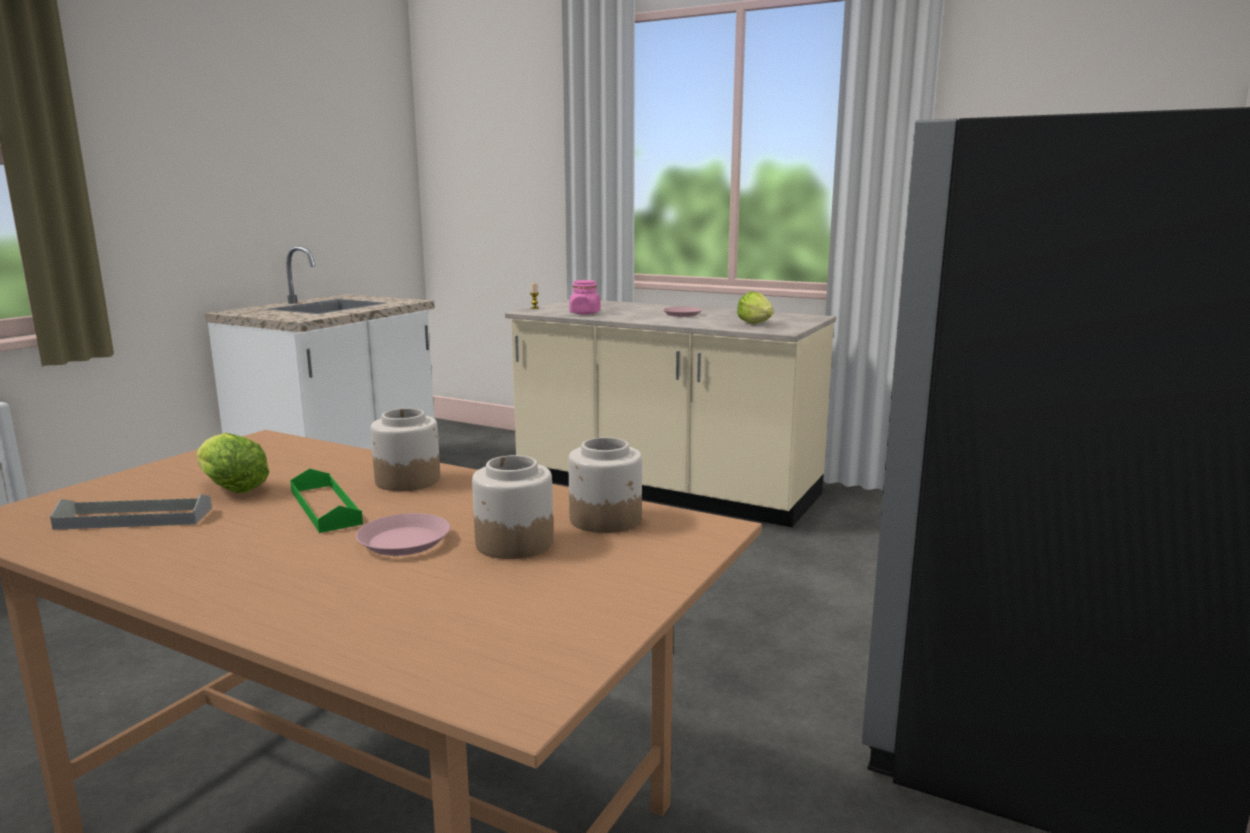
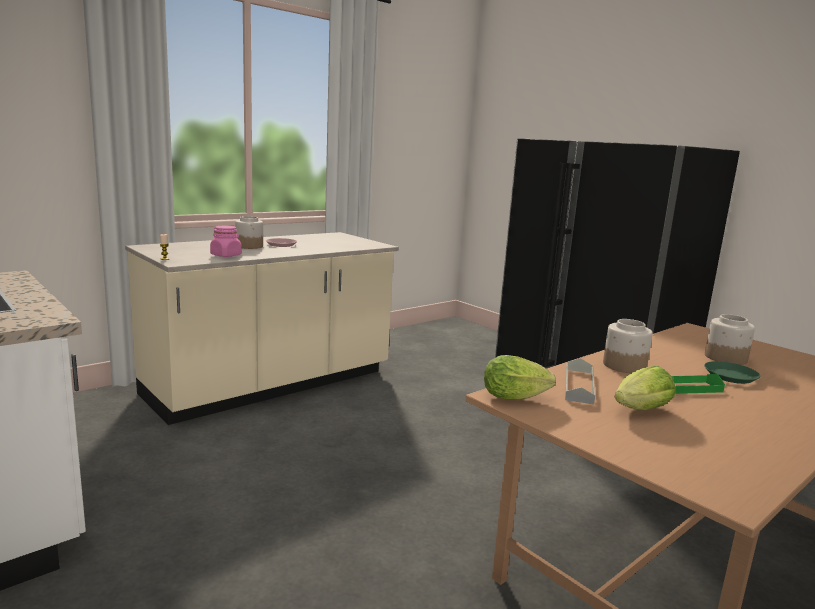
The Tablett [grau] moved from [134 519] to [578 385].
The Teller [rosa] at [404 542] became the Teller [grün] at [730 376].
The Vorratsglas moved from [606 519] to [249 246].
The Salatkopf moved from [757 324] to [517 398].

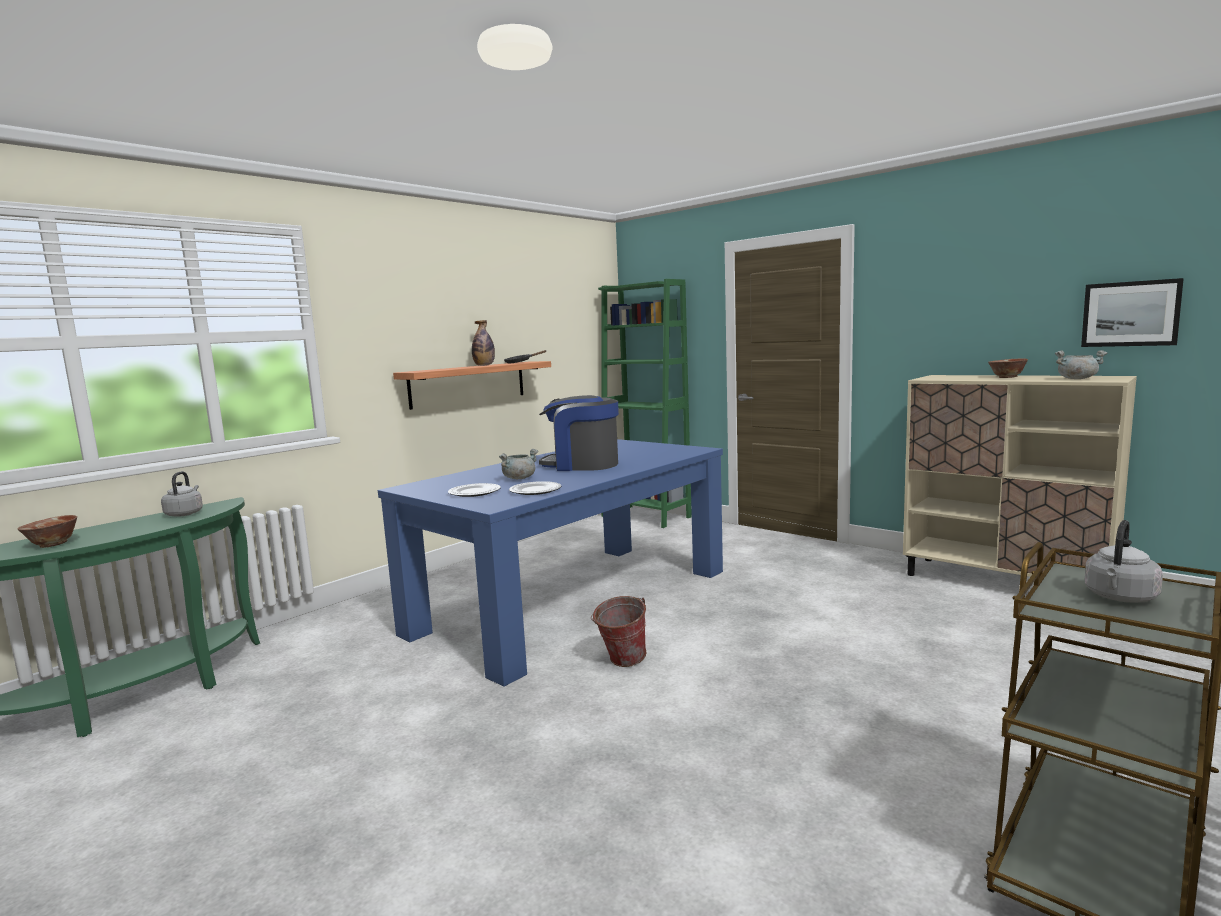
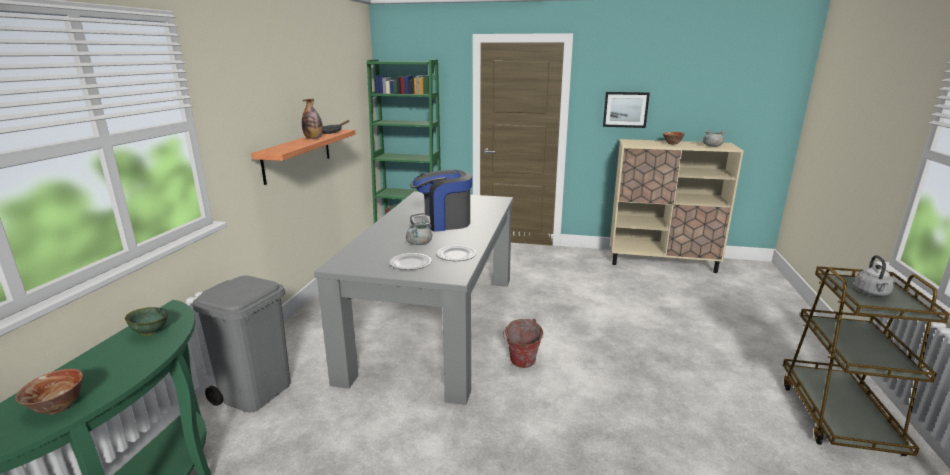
The Wasserkessel [grau] at [185 513] was replaced by the Schüssel [grün] at [150 332].
The Esstisch [blau] at [574 601] became the Esstisch [grau] at [436 323].
The Bild moved from [1130 314] to [625 109].
The Mülleimer [grau] at [256 391] appeared.

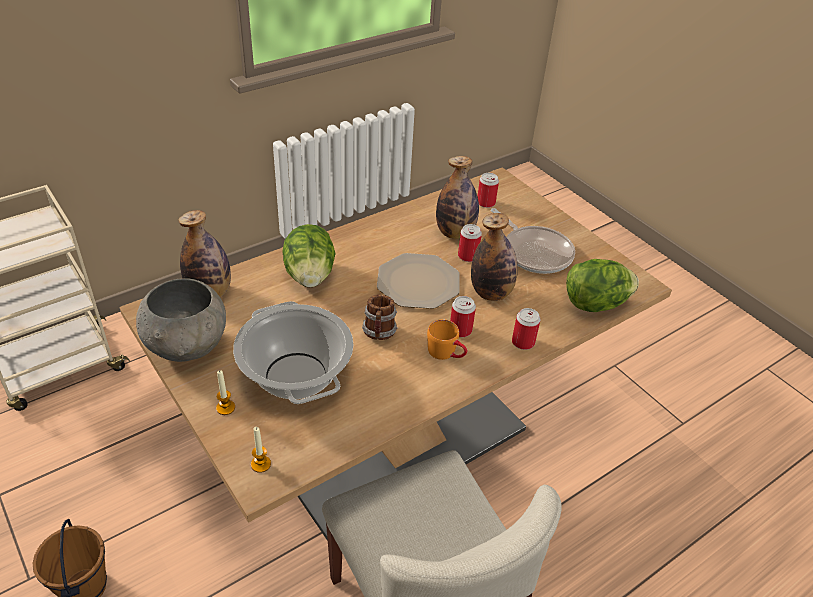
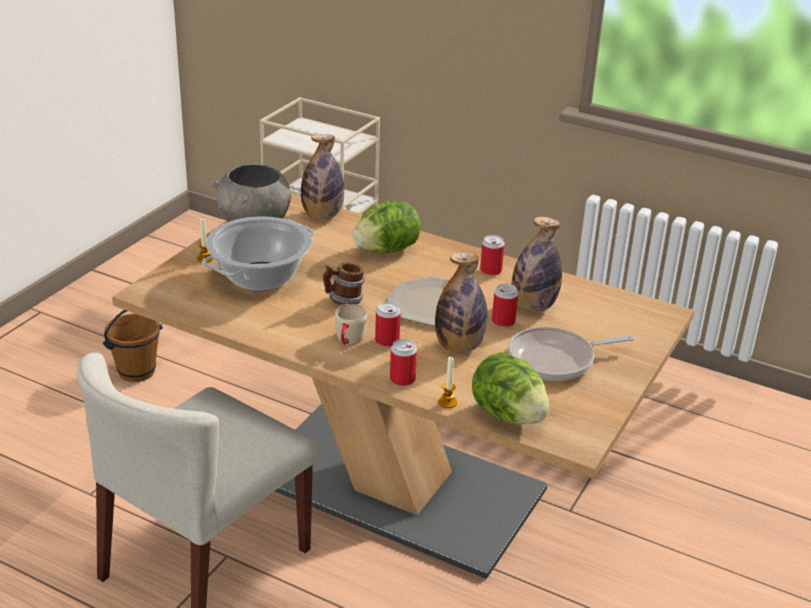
The Kerze moved from [261 464] to [447 402].
The Henkelbecher [orange] at [447 353] became the Henkelbecher [beige] at [349 340].
The Dose moved from [486 203] to [490 271].
The Pfanne at [534 252] turned 45 degrees clockwise.

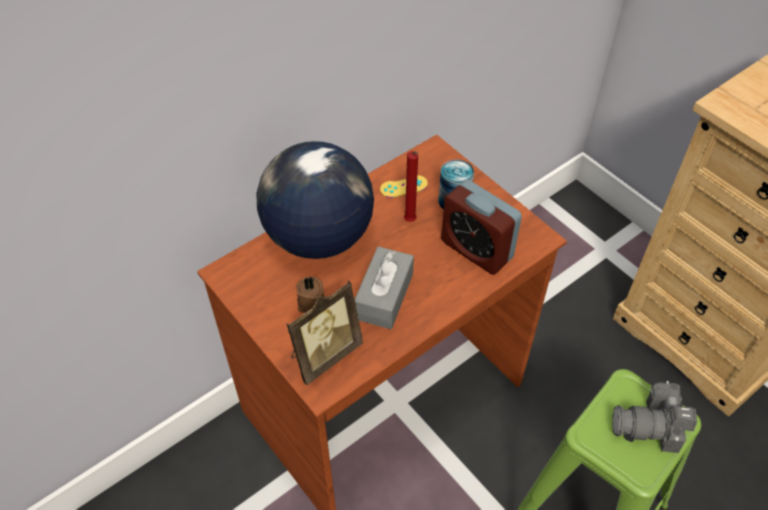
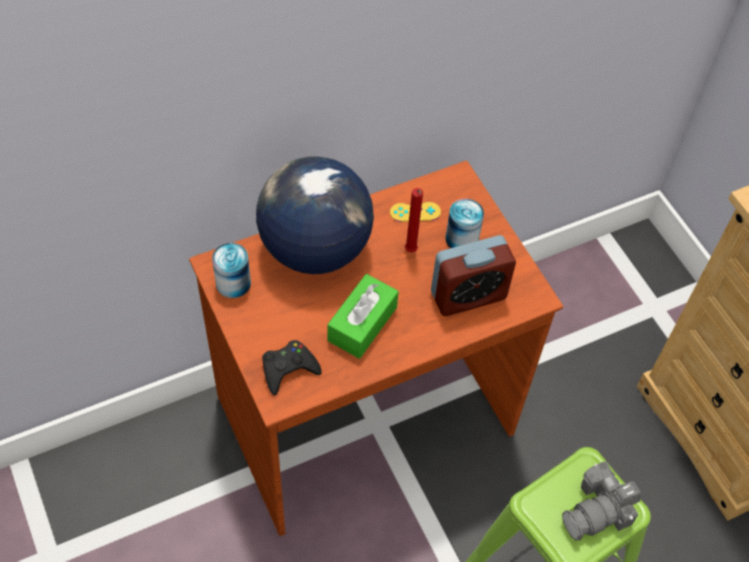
The Bilderrahmen at [324 354] was replaced by the Gamepad [schwarz] at [288 369].
The Kerze [braun] at [312 304] disappeared.
The Taschentuchbox [grau] at [384 296] became the Taschentuchbox [grün] at [362 324].
The Wecker at [476 249] turned 75 degrees counterclockwise.
The Kamera at [651 427] turned 45 degrees counterclockwise.
The Dose at [233 283] appeared.

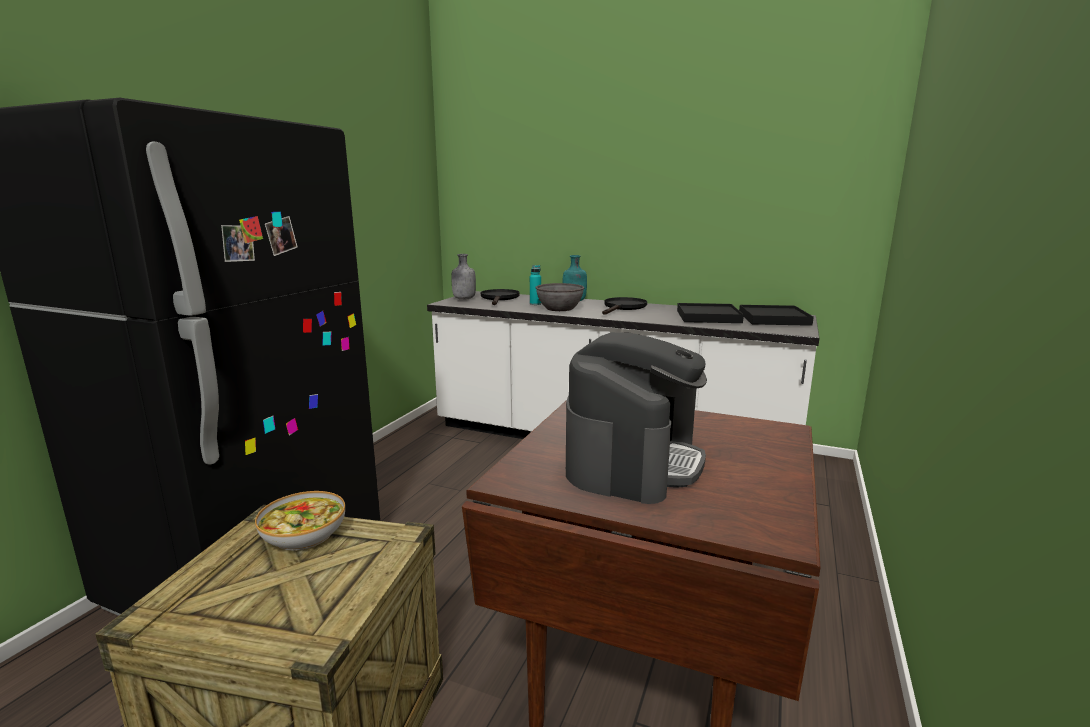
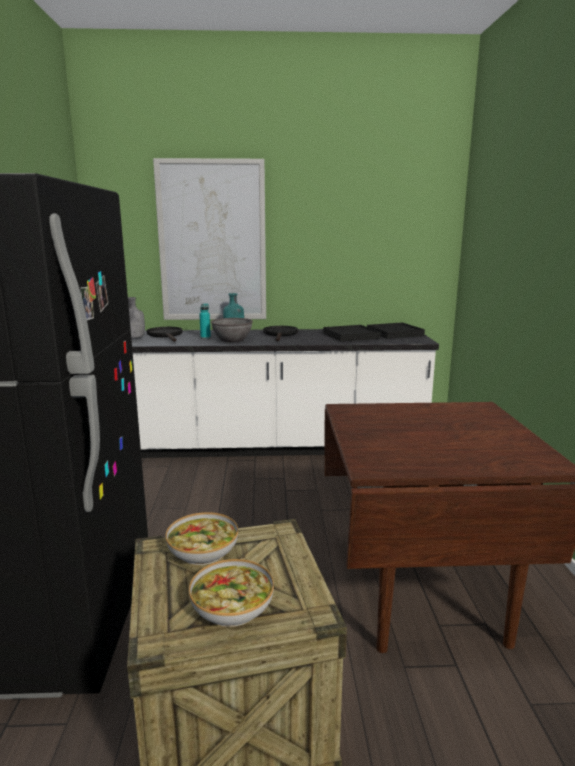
The Kaffeemaschine at [633 461] disappeared.
The Bild at [212 242] appeared.
The Schüssel at [232 606] appeared.

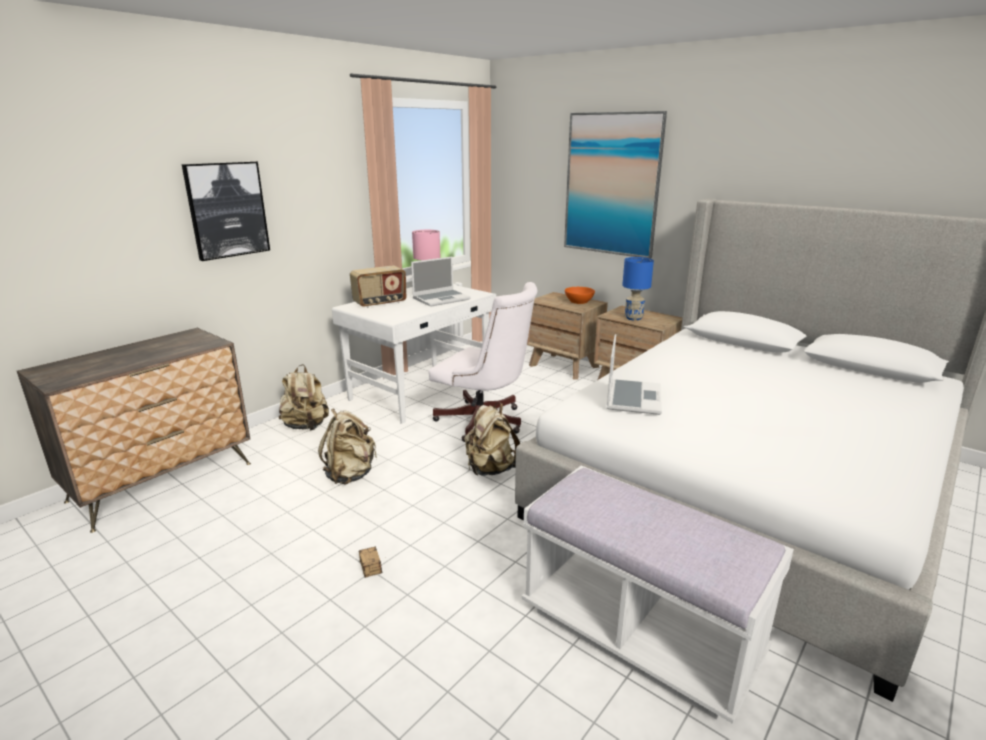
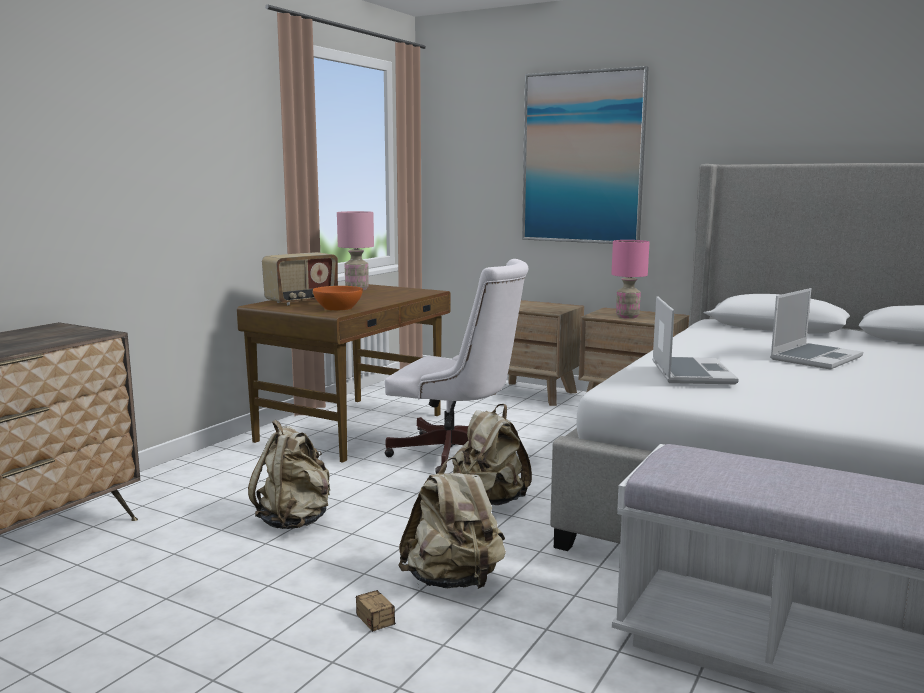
The Bild at [227 210] disappeared.
The Rucksack [beige] moved from [306 426] to [453 581].
The Schreibtisch [weiß] at [422 391] became the Schreibtisch [braun] at [353 427].
The Laptop moved from [441 299] to [815 358].
The Schüssel [orange] moved from [578 301] to [338 308].
The Tischlampe [blau] at [633 318] became the Tischlampe [rosa] at [627 317].

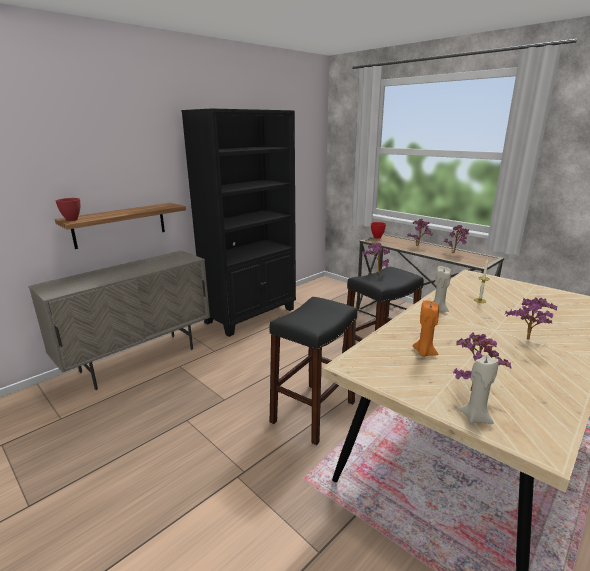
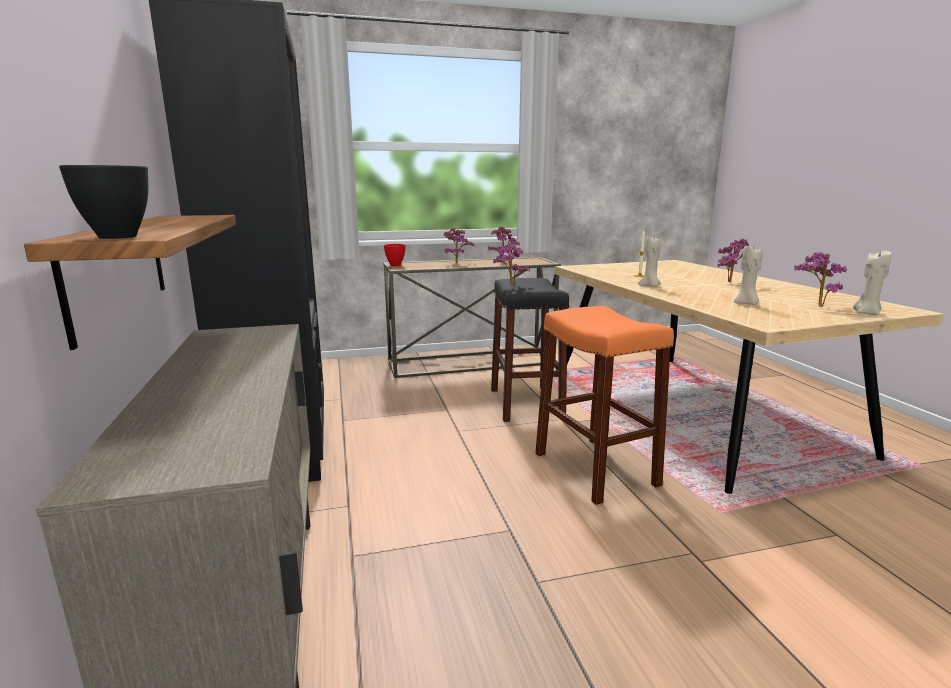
The Schüssel [rot] at [71 220] became the Schüssel [schwarz] at [116 237].
The Hocker [schwarz] at [313 411] became the Hocker [orange] at [595 469].
The Kerze [orange] at [424 353] became the Kerze [beige] at [746 304].

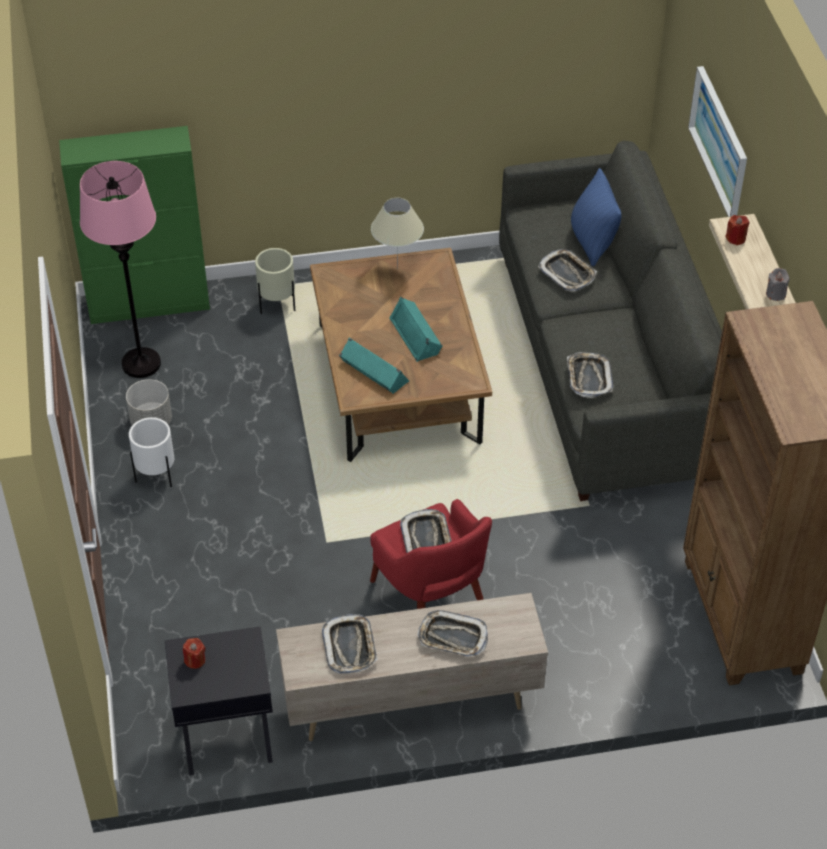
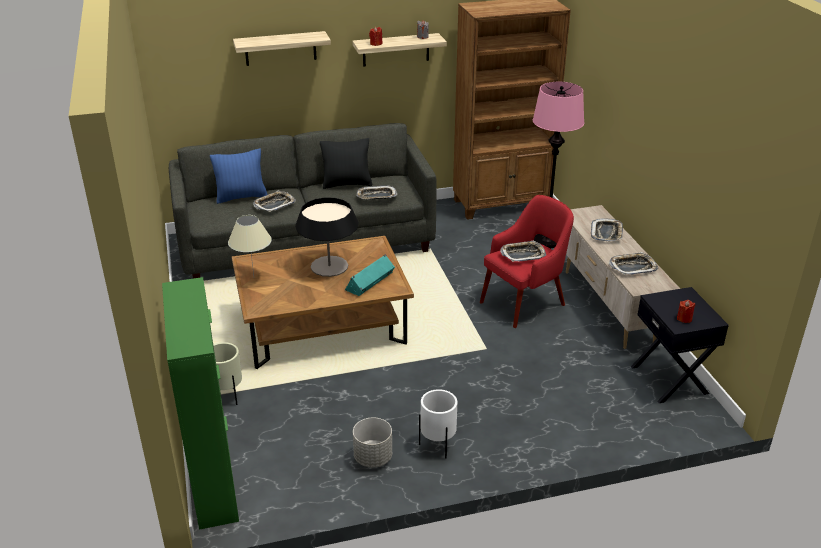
The Stehlampe [rosa] moved from [141 363] to [546 241].
The Lautsprecher [türkis] at [416 335] was replaced by the Tischlampe at [329 266].
The Bild at [719 142] was replaced by the Wandregal at [280 48].
The Kissen [schwarz] at [347 184] appeared.

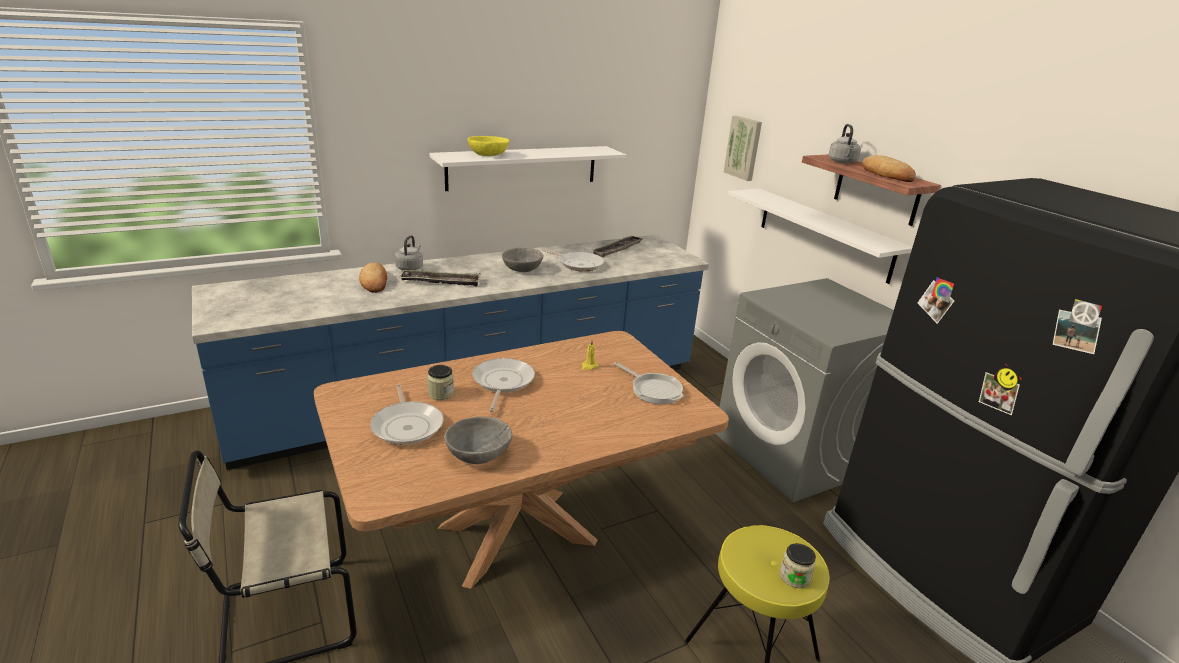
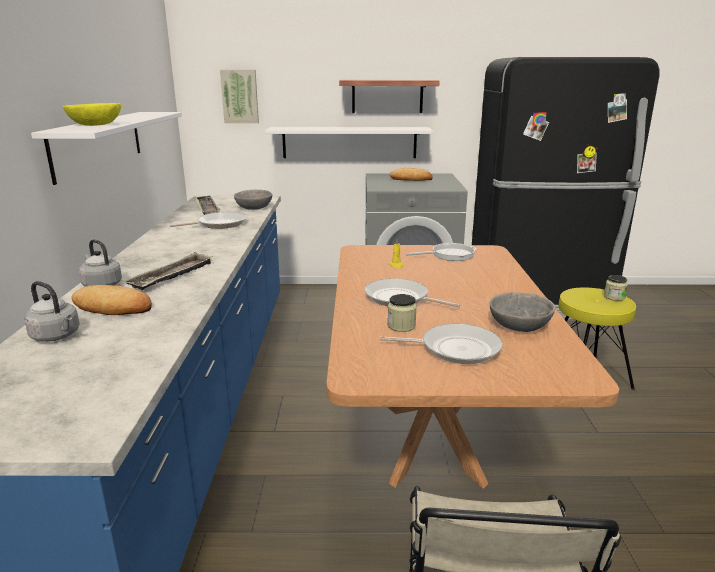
The Schüssel [grau] moved from [522 269] to [254 208].
The Wasserkessel [grau] moved from [842 162] to [57 336].
The Brot moved from [886 174] to [411 179].

